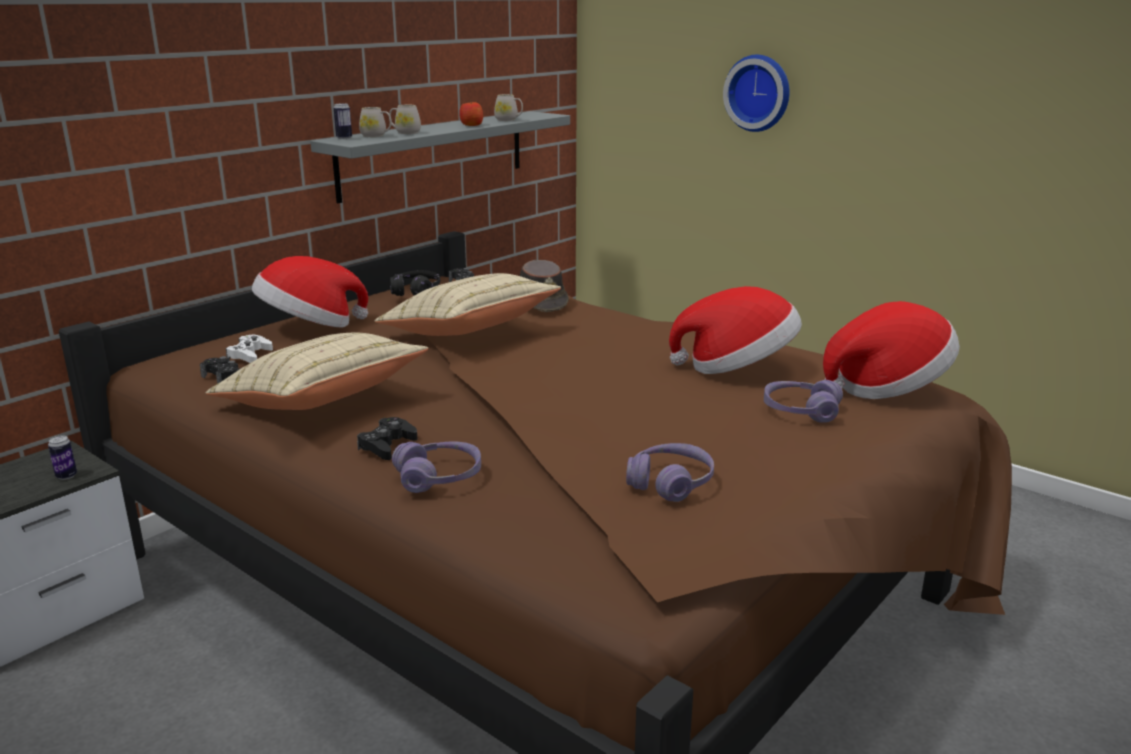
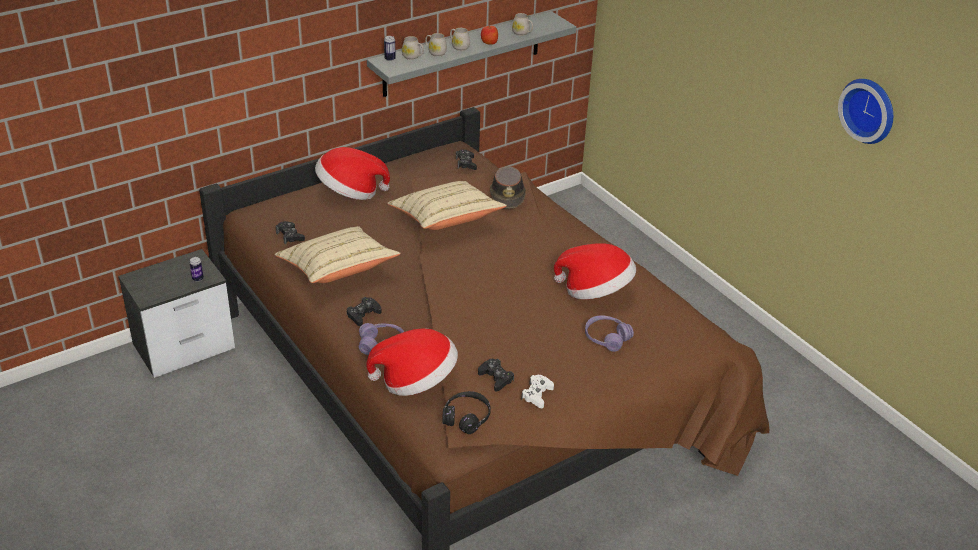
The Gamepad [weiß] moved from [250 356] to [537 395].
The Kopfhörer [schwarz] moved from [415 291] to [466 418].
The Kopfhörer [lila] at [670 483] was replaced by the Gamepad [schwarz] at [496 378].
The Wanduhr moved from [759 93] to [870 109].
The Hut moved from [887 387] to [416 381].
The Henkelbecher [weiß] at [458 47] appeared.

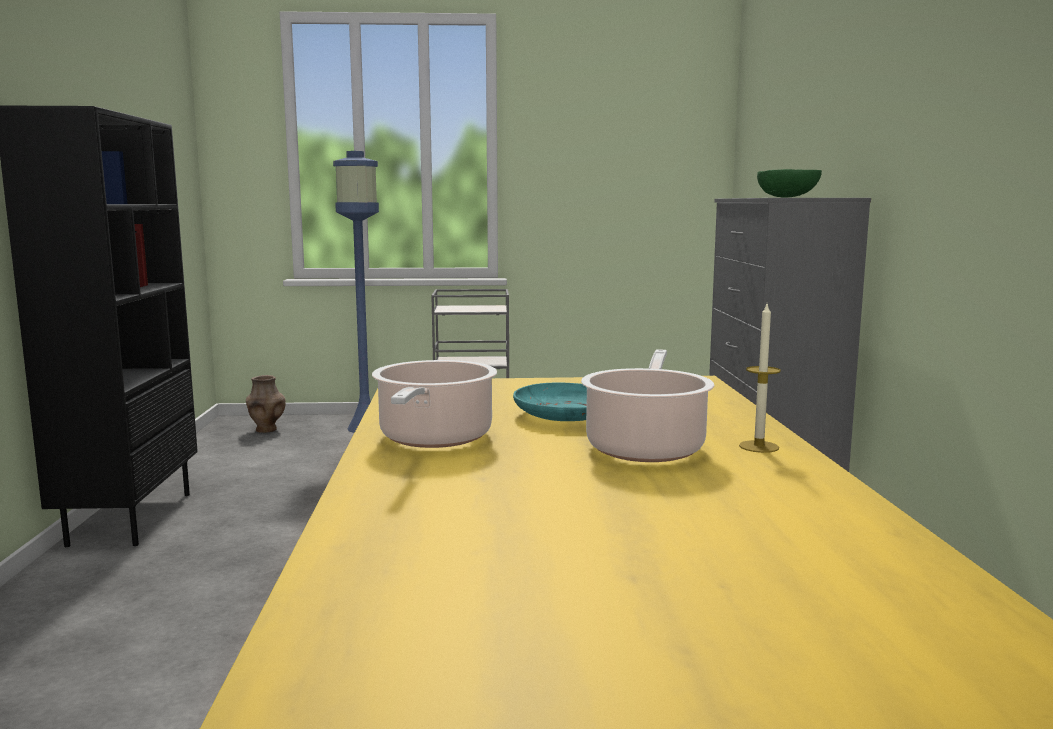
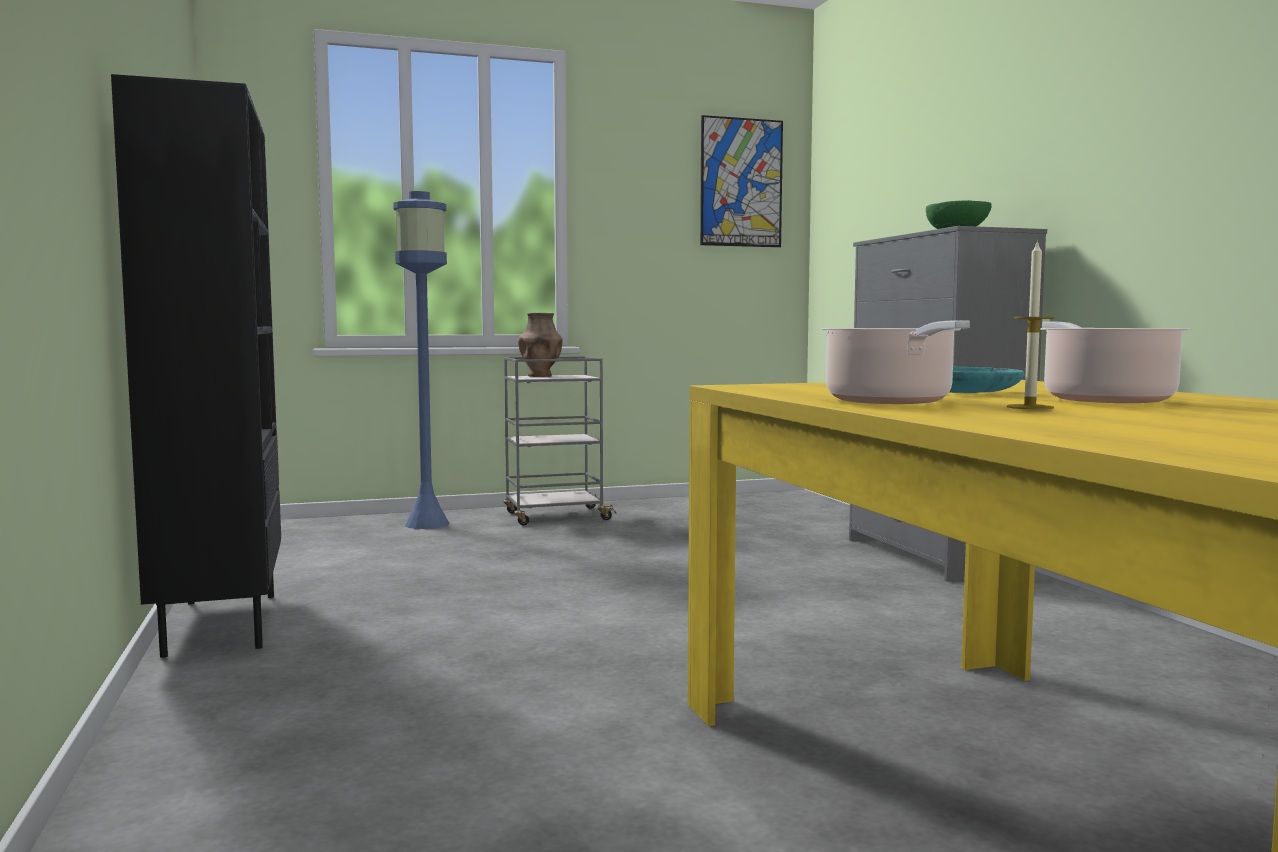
The Vase [braun] moved from [266 430] to [540 376].
The Kerze moved from [759 446] to [1030 407].
The Bild at [741 182] appeared.

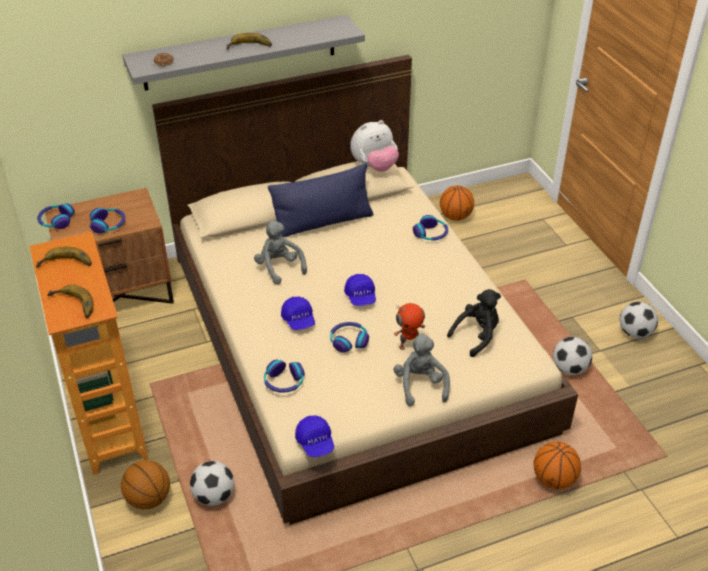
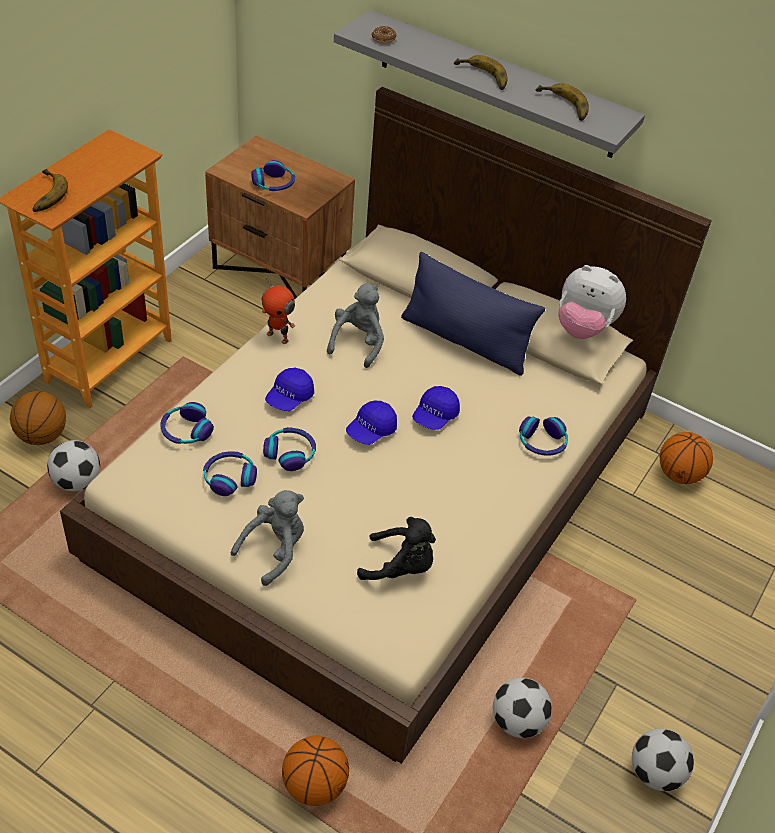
The Banane moved from [65 265] to [562 106].
The Kopfhörer moved from [56 221] to [229 477].
The Kappe [blau] moved from [315 443] to [435 416].
The Spielzeugroboter moved from [408 345] to [278 336].

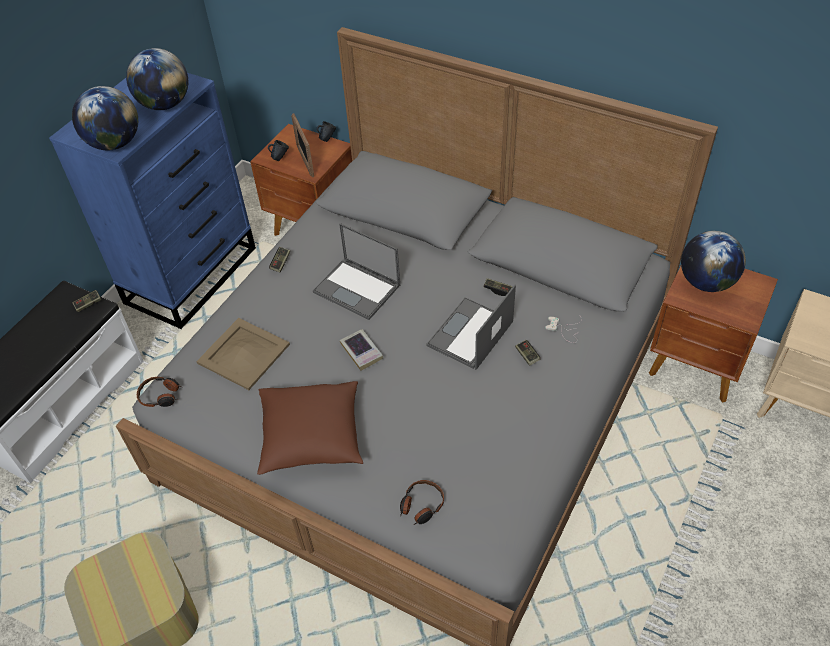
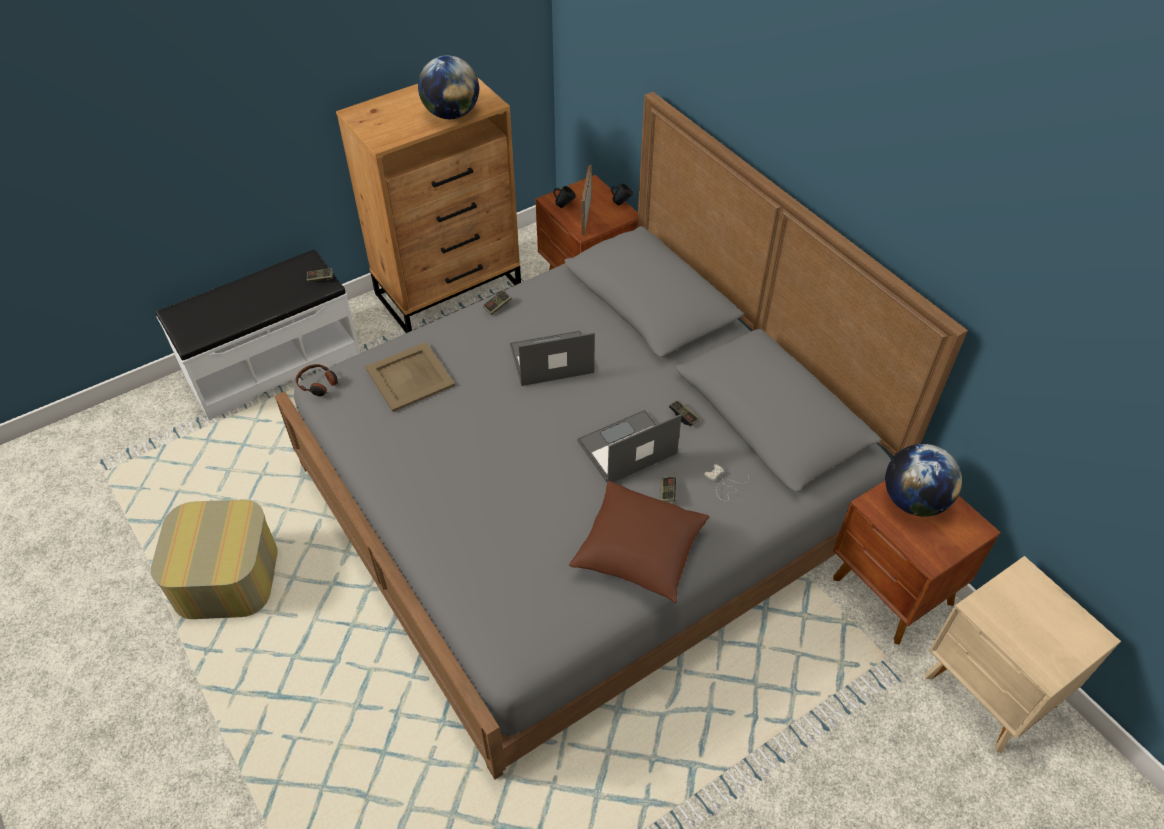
The Kommode [blau] at [192 274] became the Kommode [braun] at [450 290].
The Globus at [115 143] disappeared.
The Kissen [braun] moved from [311 438] to [638 553].
The Laptop at [358 289] turned 105 degrees clockwise.
The Buch at [361 352] disappeared.
The Kopfhörer at [421 506] disappeared.

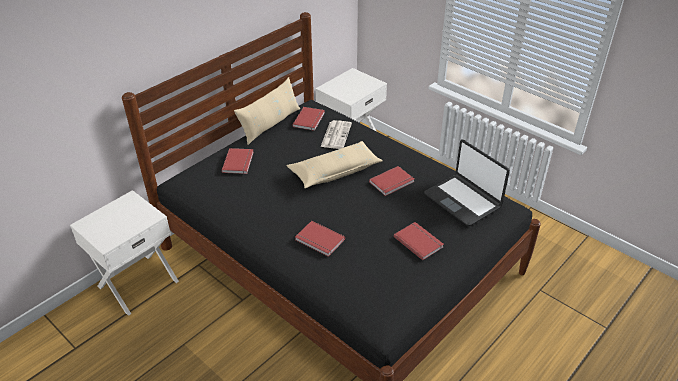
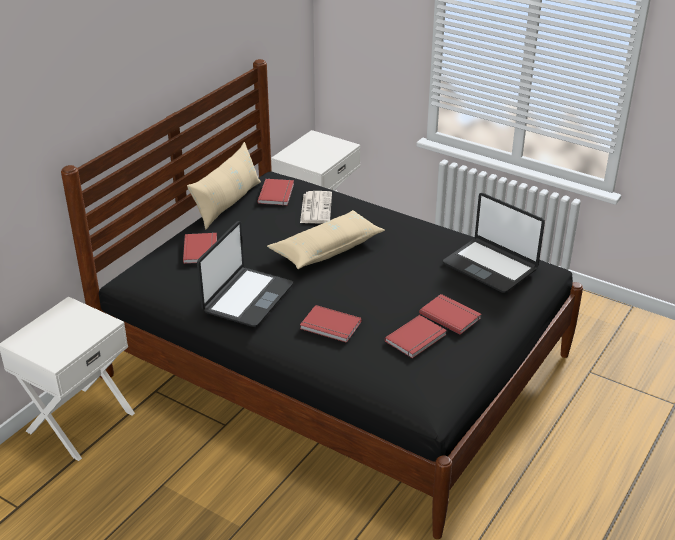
The Buch [rot] moved from [392 182] to [417 339].
The Laptop at [247 298] appeared.

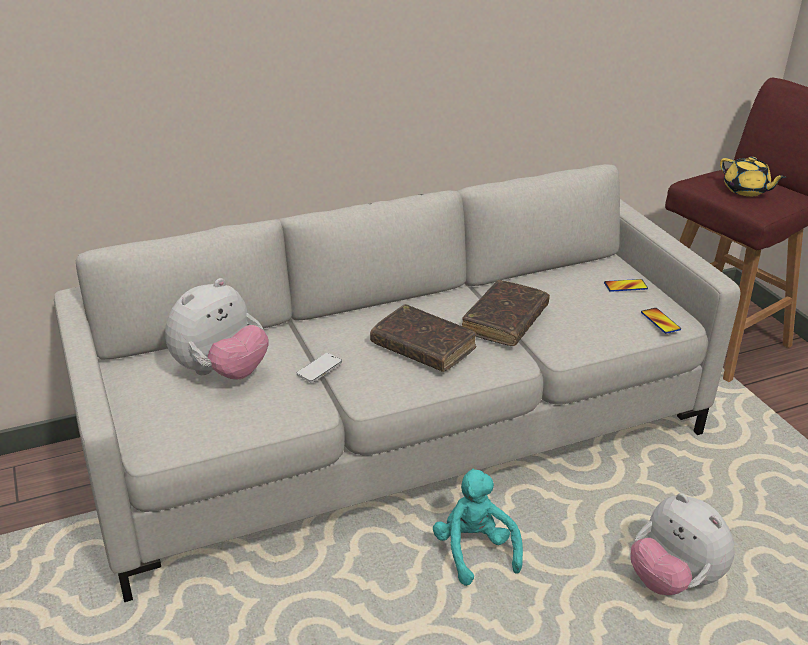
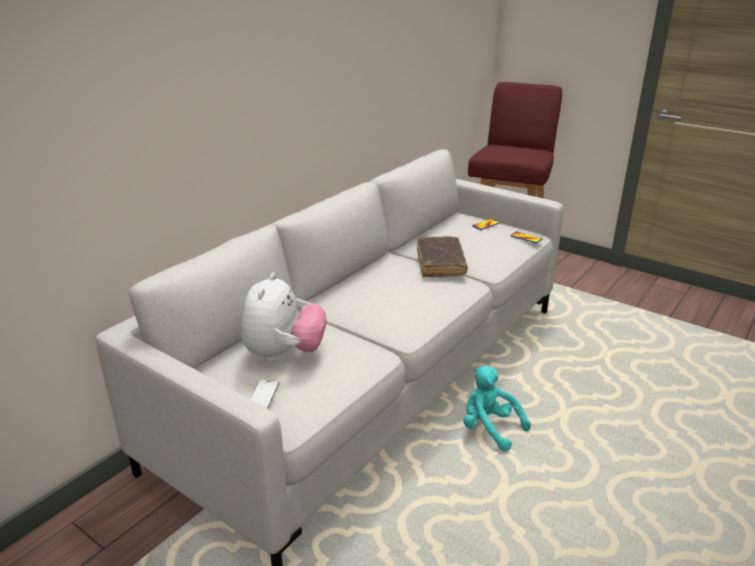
The Handy moved from [319 369] to [263 396].
The Buch [braun] at [423 347] disappeared.
The Plüschtier at [673 579] disappeared.
The Teekanne [gelb] at [746 190] disappeared.

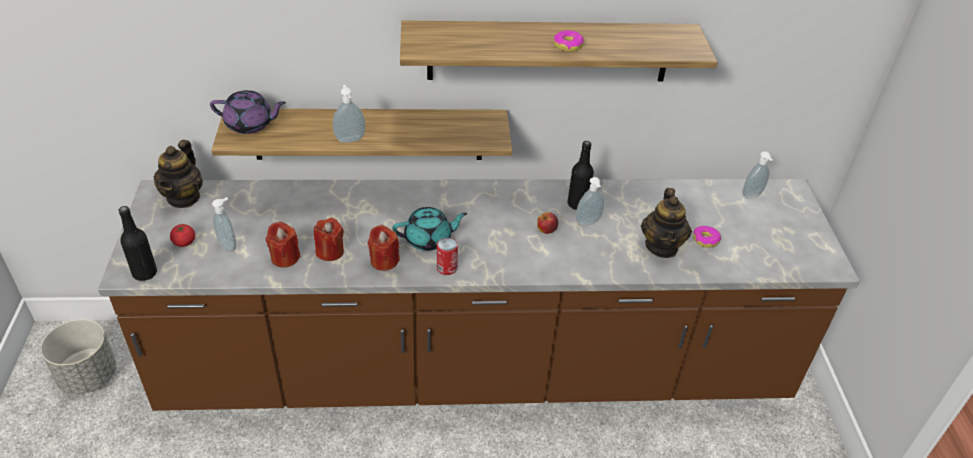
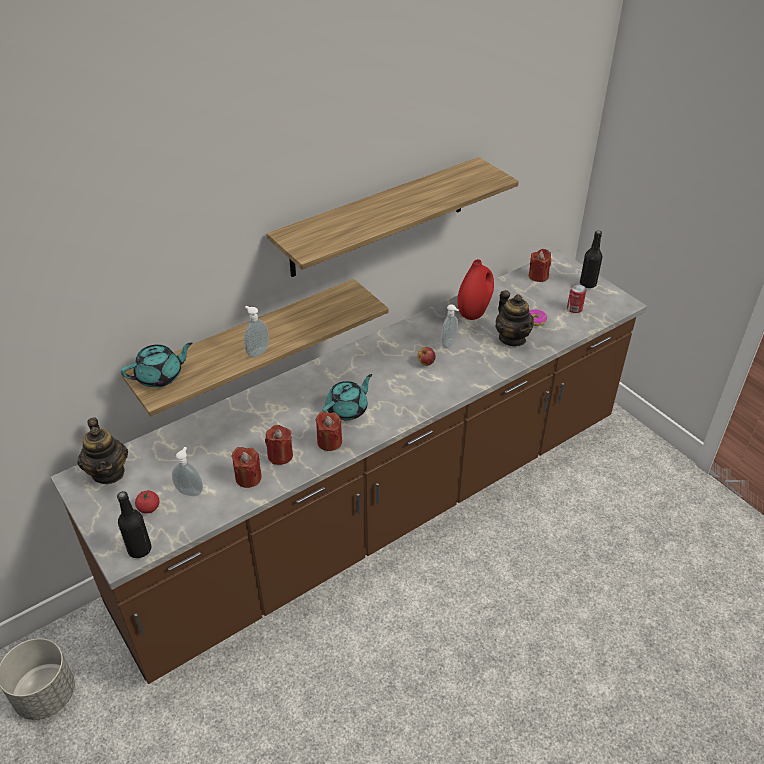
The Teekanne [lila] at [250 124] became the Teekanne [türkis] at [160 376].
The Dose moved from [446 268] to [574 308].
The Donut at [568 45] disappeared.
The Flasche [schwarz] moved from [577 204] to [588 284].
The Seifenspender at [752 196] was replaced by the Kerze [rot] at [538 276].
The Vase [rot] at [474 312] appeared.

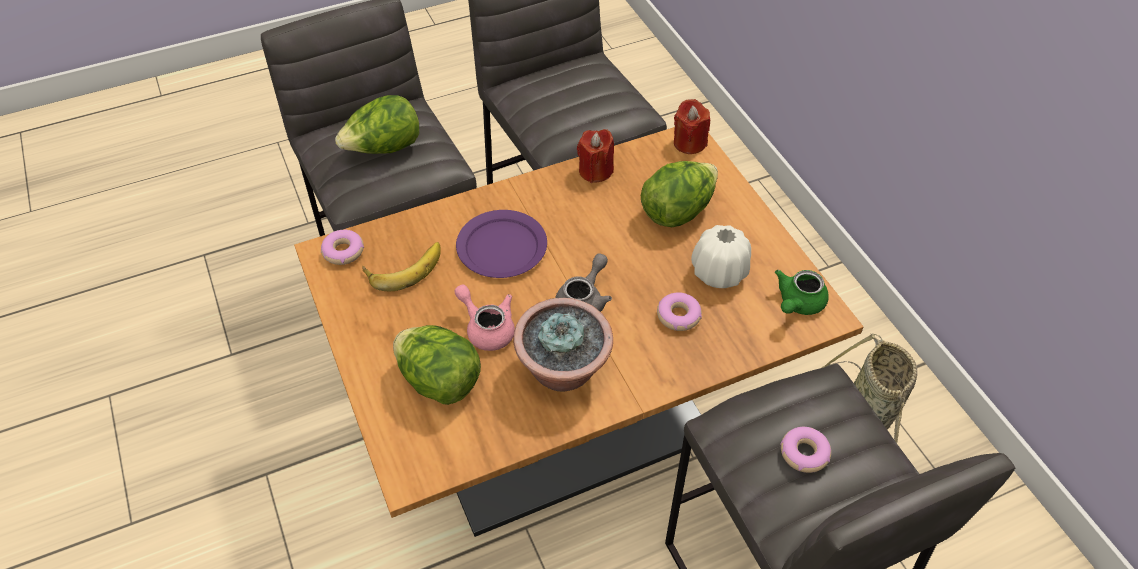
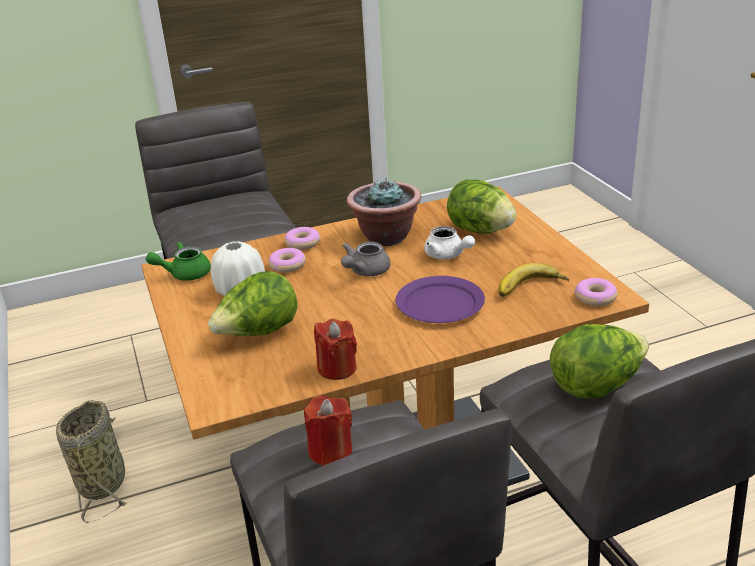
The Teekanne [rosa] at [487 328] became the Teekanne [weiß] at [447 255].
The Kerze [rot] moved from [689 143] to [330 451].
The Teekanne [grün] at [797 303] turned 150 degrees counterclockwise.
The Donut moved from [804 453] to [303 243].

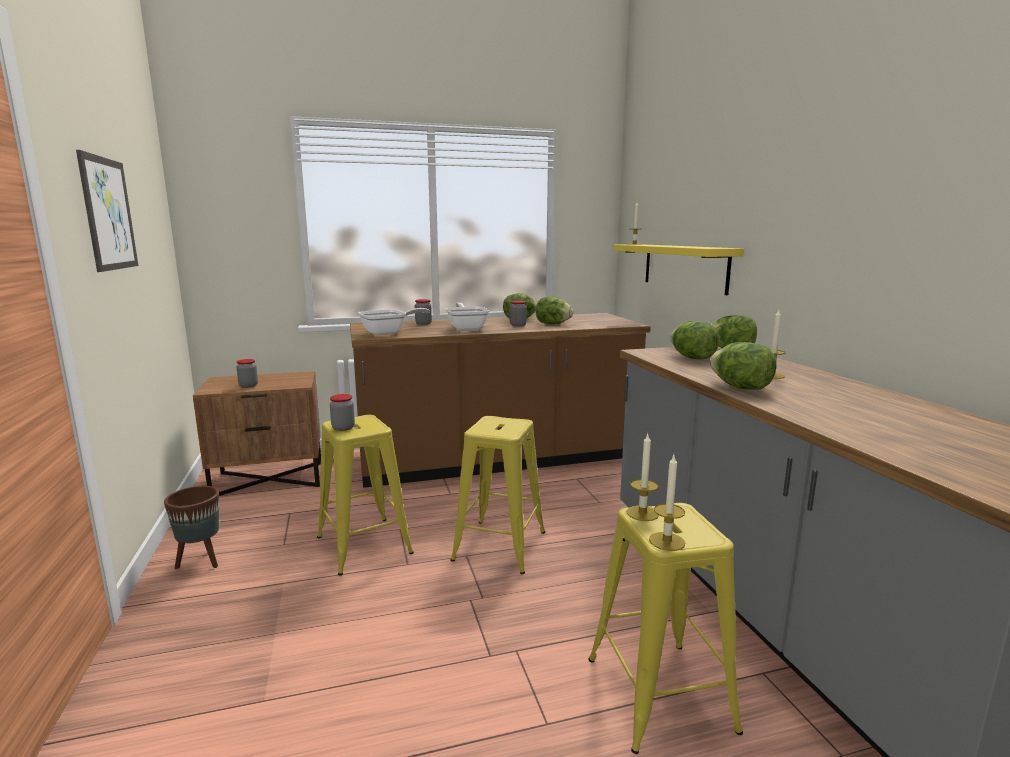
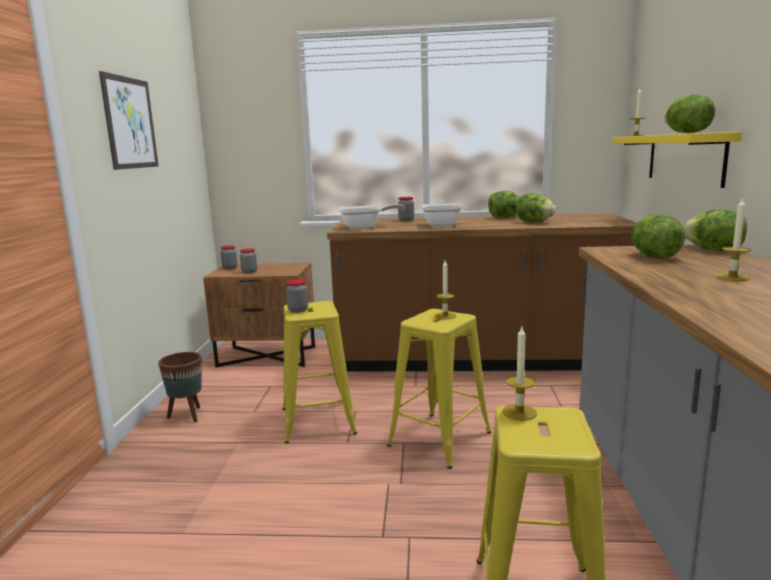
The Vorratsglas moved from [518 325] to [230 268].
The Kerze moved from [667 541] to [445 316].
The Salatkopf moved from [740 387] to [686 133].

